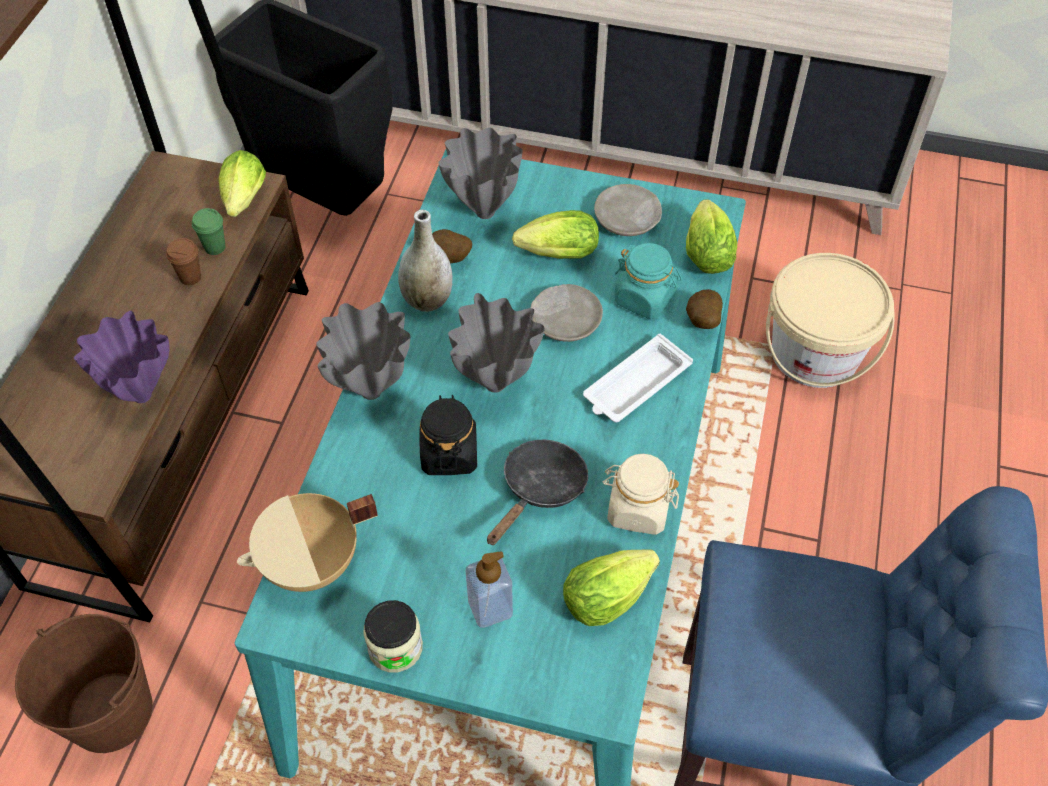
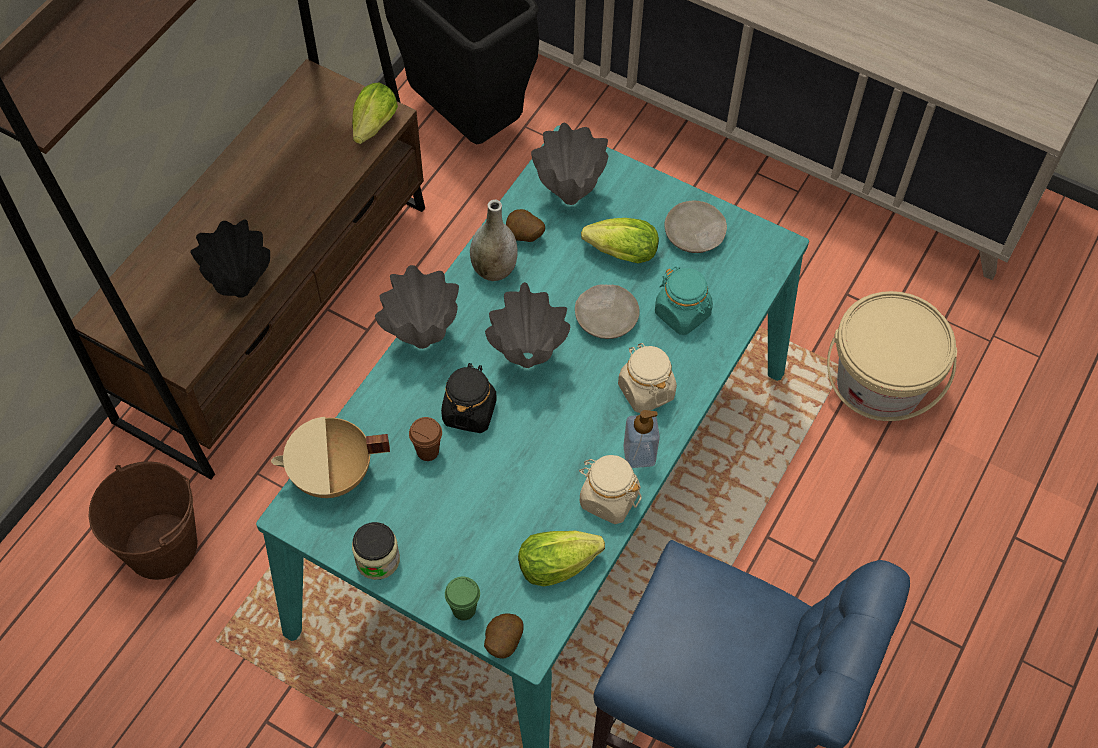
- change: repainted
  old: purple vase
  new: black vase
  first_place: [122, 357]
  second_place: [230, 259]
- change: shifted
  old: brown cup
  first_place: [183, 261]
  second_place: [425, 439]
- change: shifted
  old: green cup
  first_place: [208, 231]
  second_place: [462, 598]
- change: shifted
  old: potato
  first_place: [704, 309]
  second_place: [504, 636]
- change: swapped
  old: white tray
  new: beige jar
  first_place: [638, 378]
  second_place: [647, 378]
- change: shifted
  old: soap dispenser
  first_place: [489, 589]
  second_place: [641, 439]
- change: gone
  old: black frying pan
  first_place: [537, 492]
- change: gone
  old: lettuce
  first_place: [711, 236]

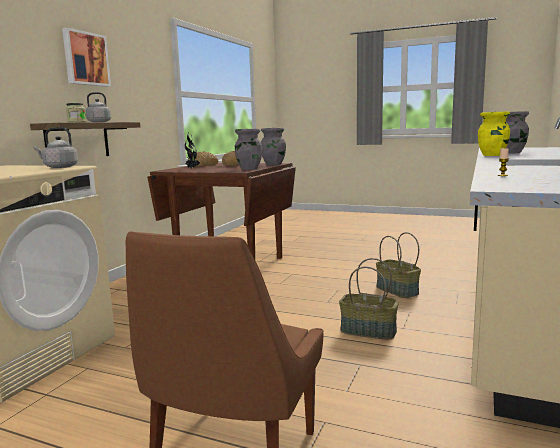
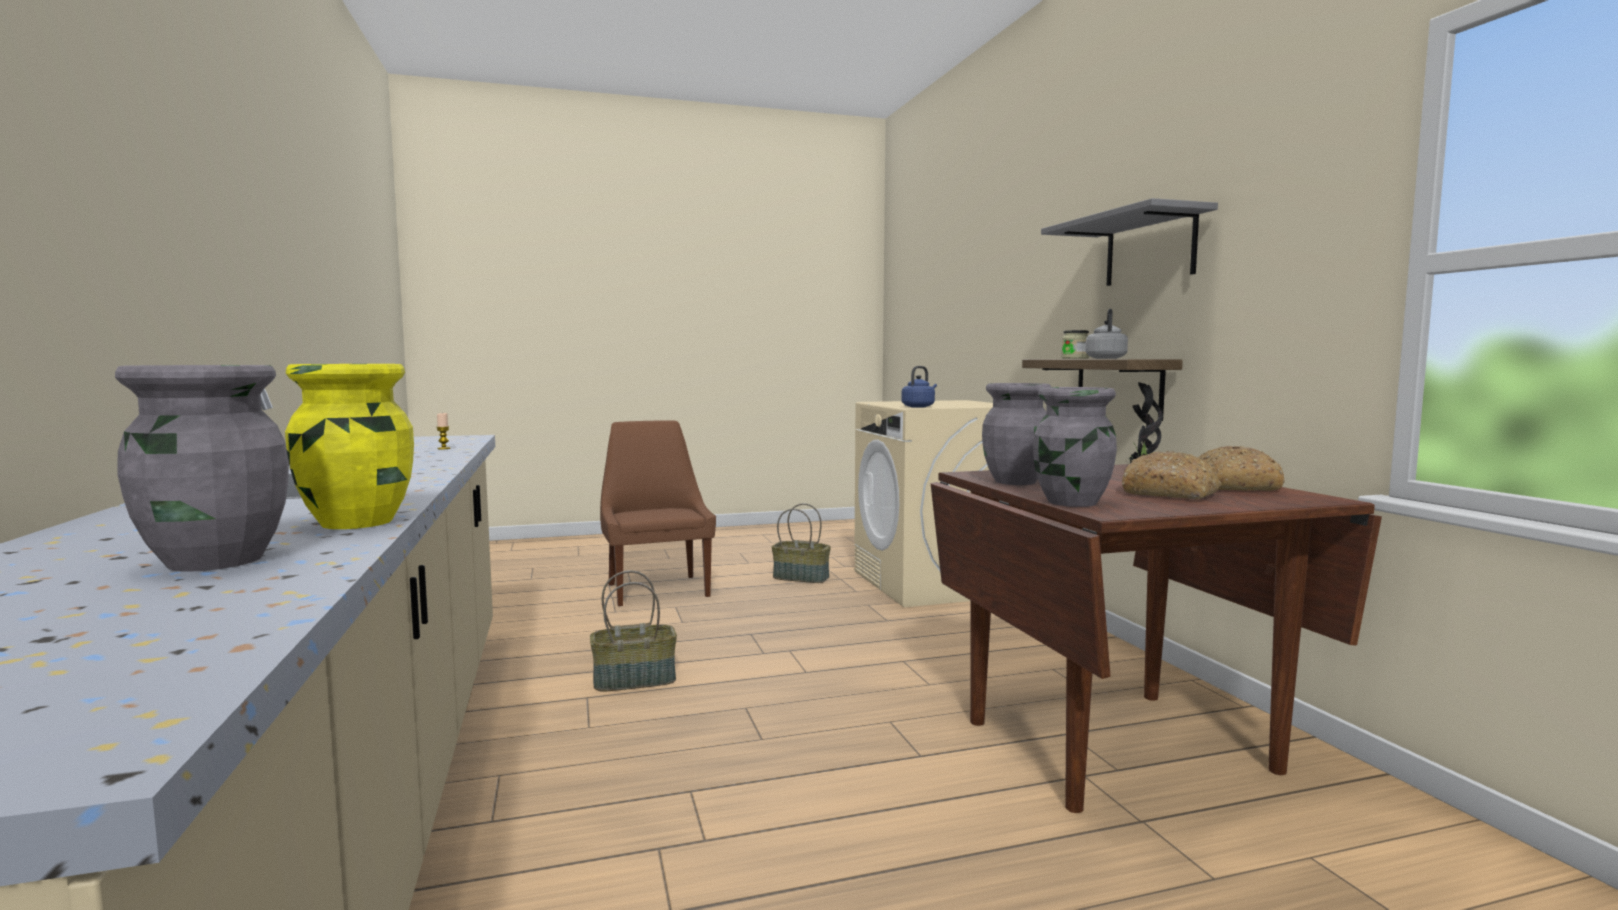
- change: shifted
  old: basket
  first_place: [398, 265]
  second_place: [801, 543]
- change: repainted
  old: grey kettle
  new: blue kettle
  first_place: [56, 147]
  second_place: [919, 387]
- change: swapped
  old: picture
  new: grey shelf
  first_place: [86, 57]
  second_place: [1129, 242]

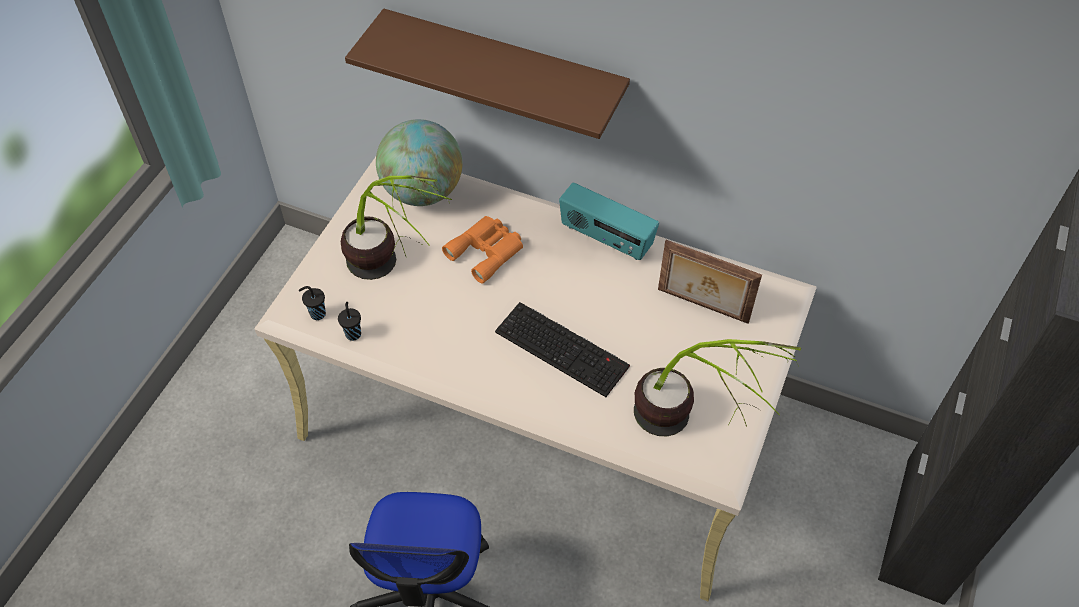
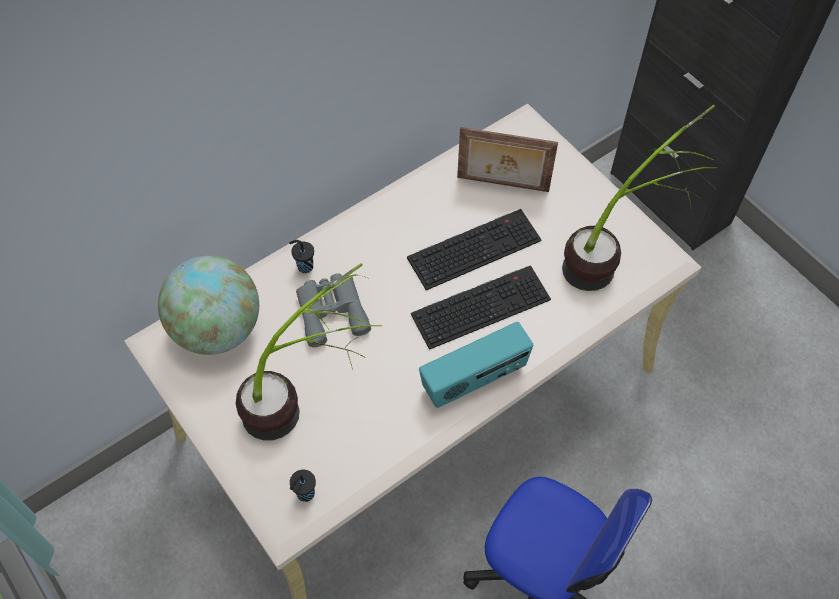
- change: shifted
  old: black cup
  first_place: [349, 321]
  second_place: [301, 256]
- change: repainted
  old: orange binoculars
  new: grey binoculars
  first_place: [482, 250]
  second_place: [333, 310]
- change: new
  new: keyboard
  second_place: [474, 249]
- change: shifted
  old: radio
  first_place: [609, 221]
  second_place: [476, 365]
- change: rotated
  old: picture frame
  first_place: [710, 282]
  second_place: [507, 159]
  degrees: 45
- change: gone
  old: brown shelf
  first_place: [487, 74]

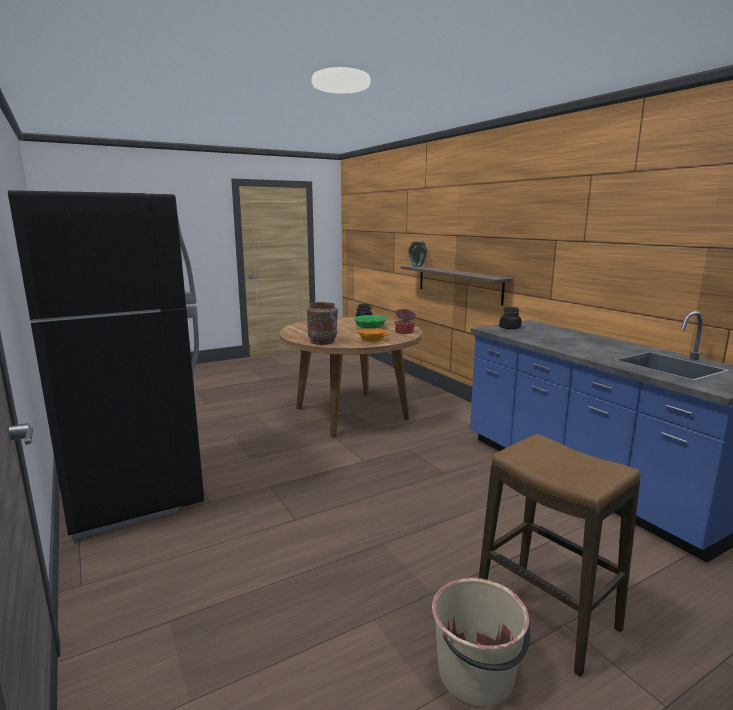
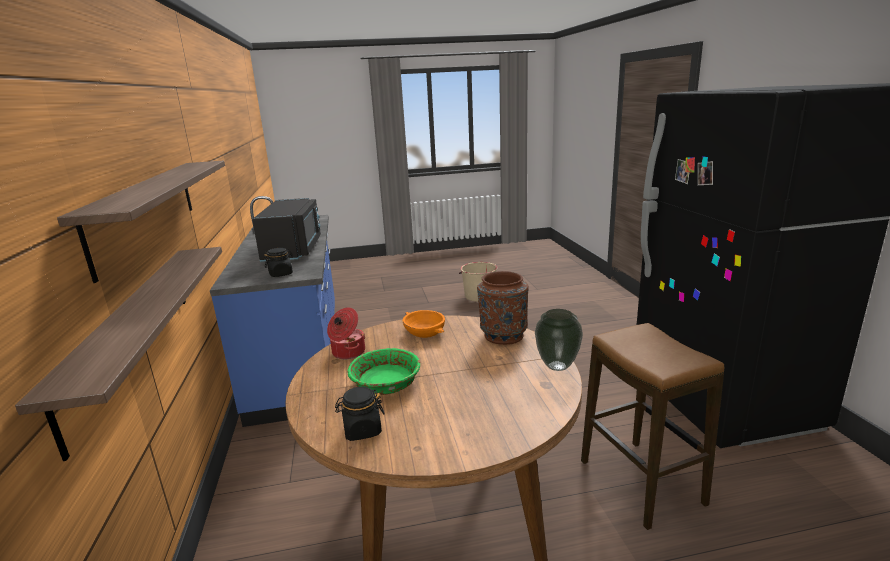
- change: new
  new: shelf
  second_place: [141, 221]
- change: new
  new: black microwave
  second_place: [286, 230]
- change: shifted
  old: vase
  first_place: [418, 254]
  second_place: [559, 340]
- change: shifted
  old: stool
  first_place: [560, 555]
  second_place: [652, 426]

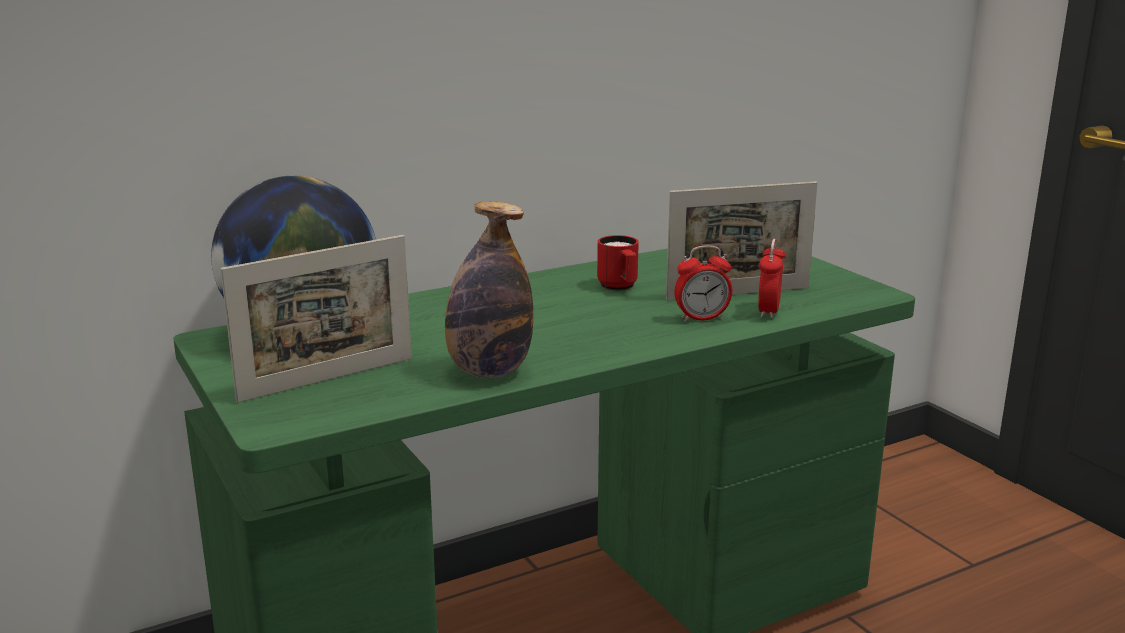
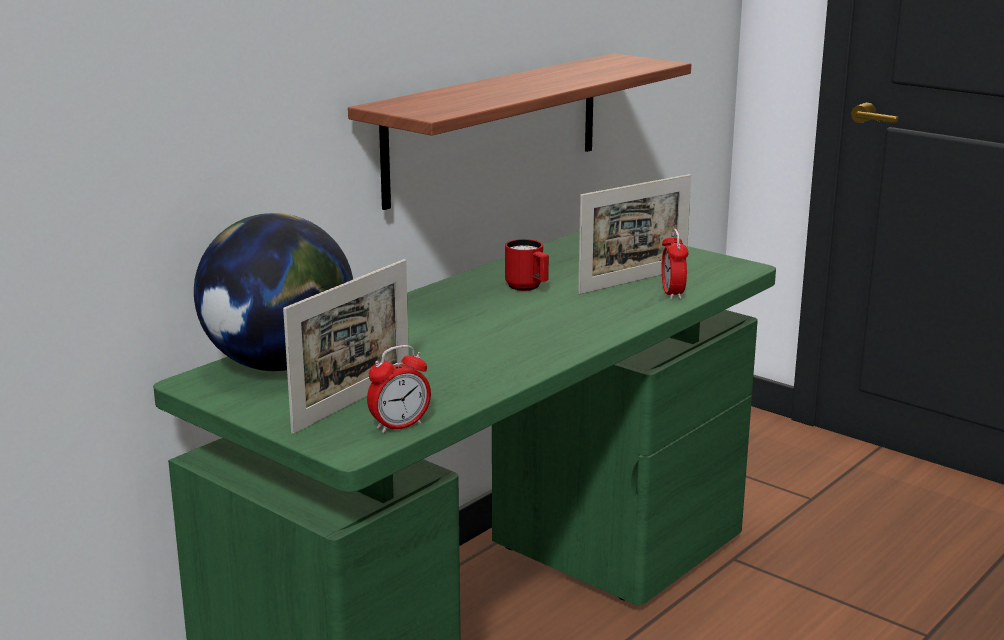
- change: new
  new: shelf
  second_place: [519, 132]
- change: shifted
  old: alarm clock
  first_place: [703, 283]
  second_place: [399, 389]
- change: gone
  old: bottle
  first_place: [489, 289]

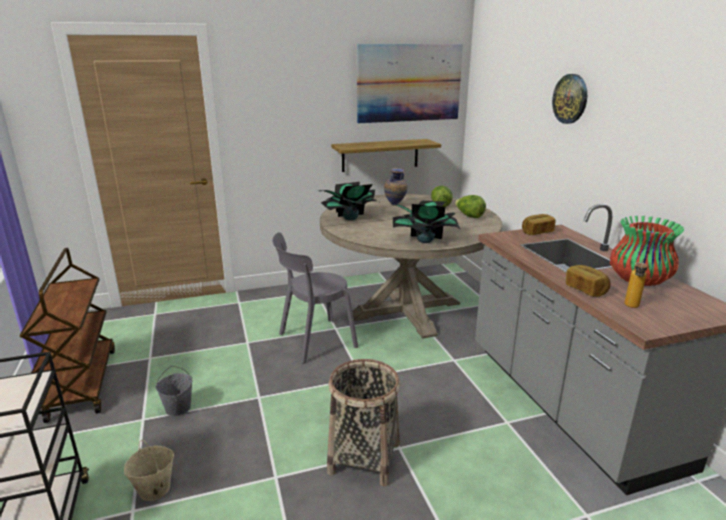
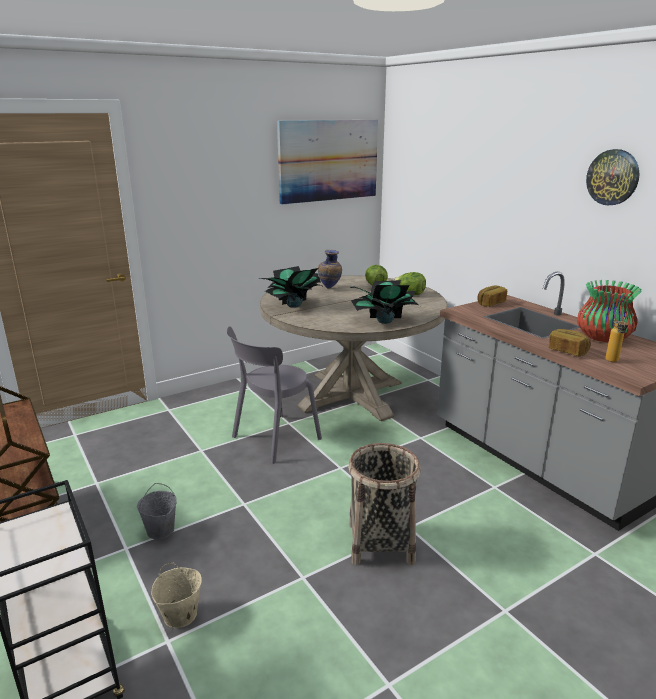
- change: shifted
  old: wall clock
  first_place: [569, 99]
  second_place: [612, 177]
- change: gone
  old: shelf
  first_place: [386, 155]

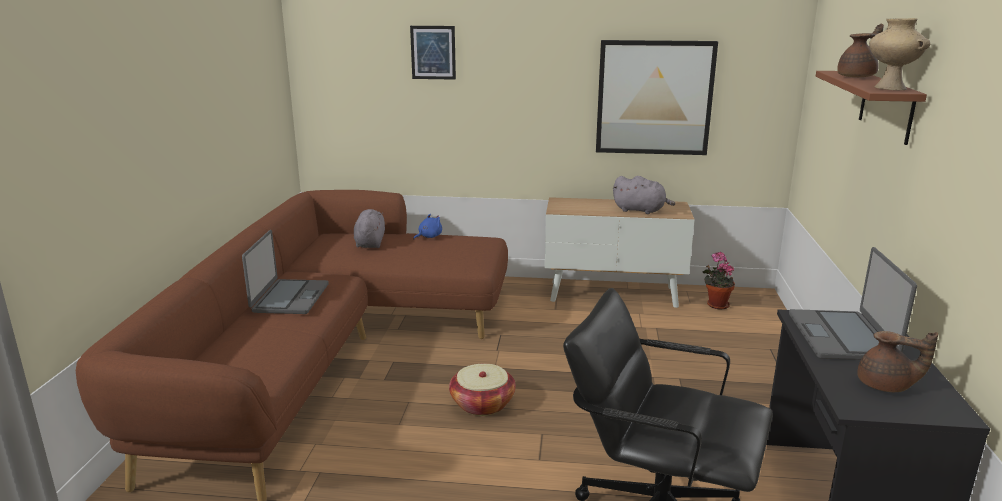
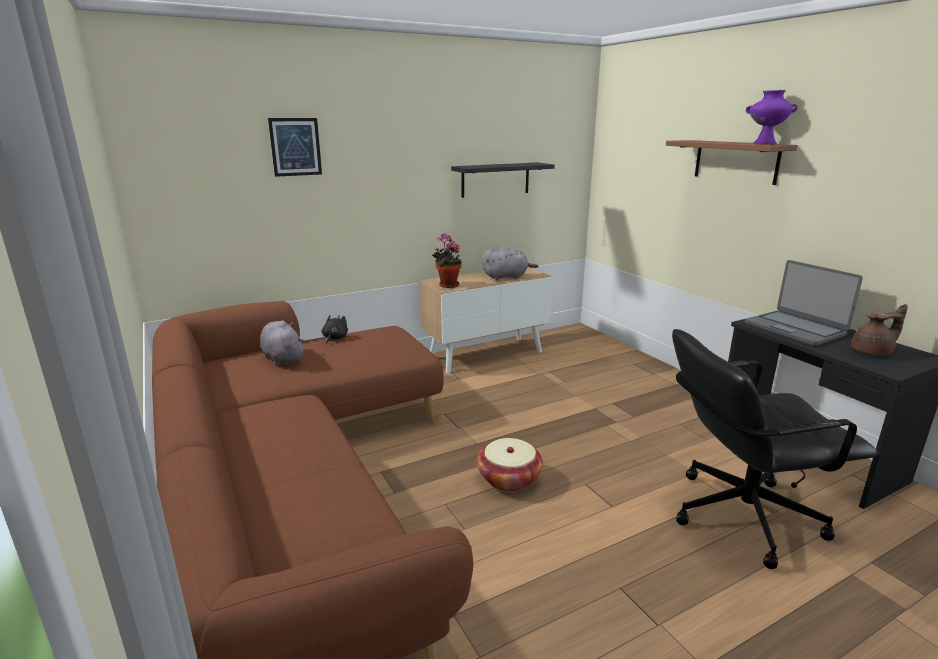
- change: repainted
  old: blue plush toy
  new: black plush toy
  first_place: [427, 227]
  second_place: [335, 329]
- change: shifted
  old: potted plant
  first_place: [718, 281]
  second_place: [447, 260]
- change: swapped
  old: picture
  new: black shelf
  first_place: [657, 97]
  second_place: [503, 180]
- change: repainted
  old: beige vase
  new: purple vase
  first_place: [899, 54]
  second_place: [772, 117]
- change: gone
  old: laptop
  first_place: [285, 272]
- change: gone
  old: brown teapot
  first_place: [860, 50]

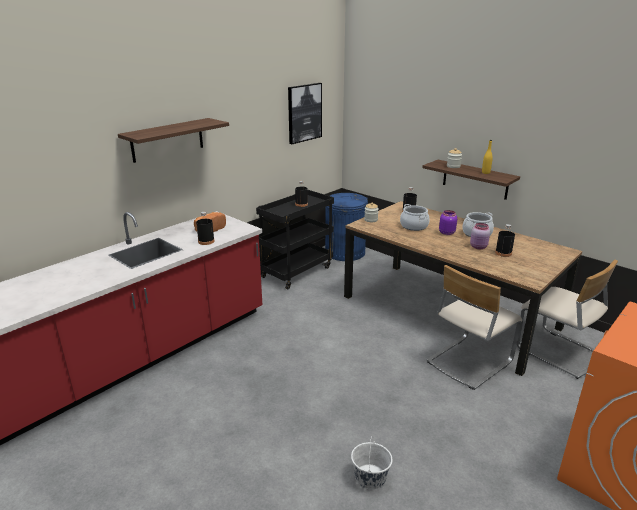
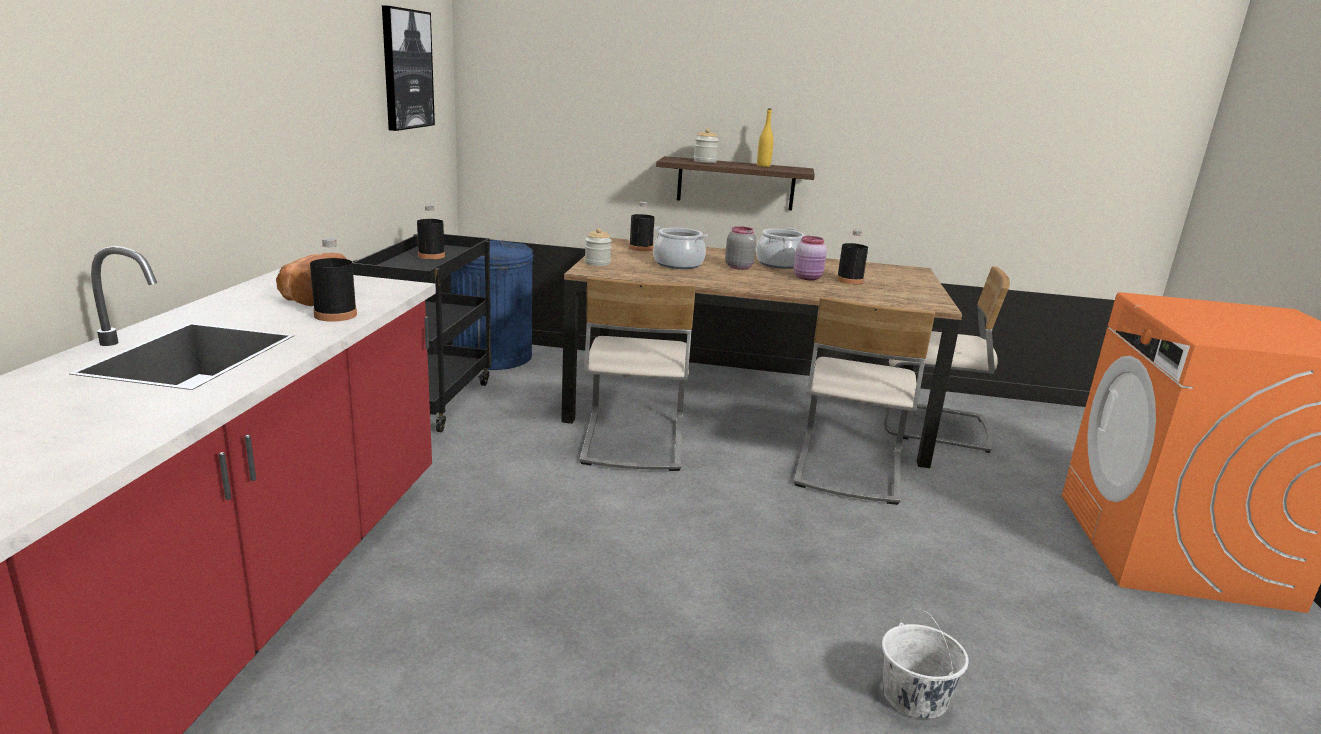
- change: new
  new: beige chair
  second_place: [638, 374]
- change: repainted
  old: purple jar
  new: grey jar
  first_place: [448, 222]
  second_place: [740, 248]
- change: gone
  old: shelf
  first_place: [173, 140]

